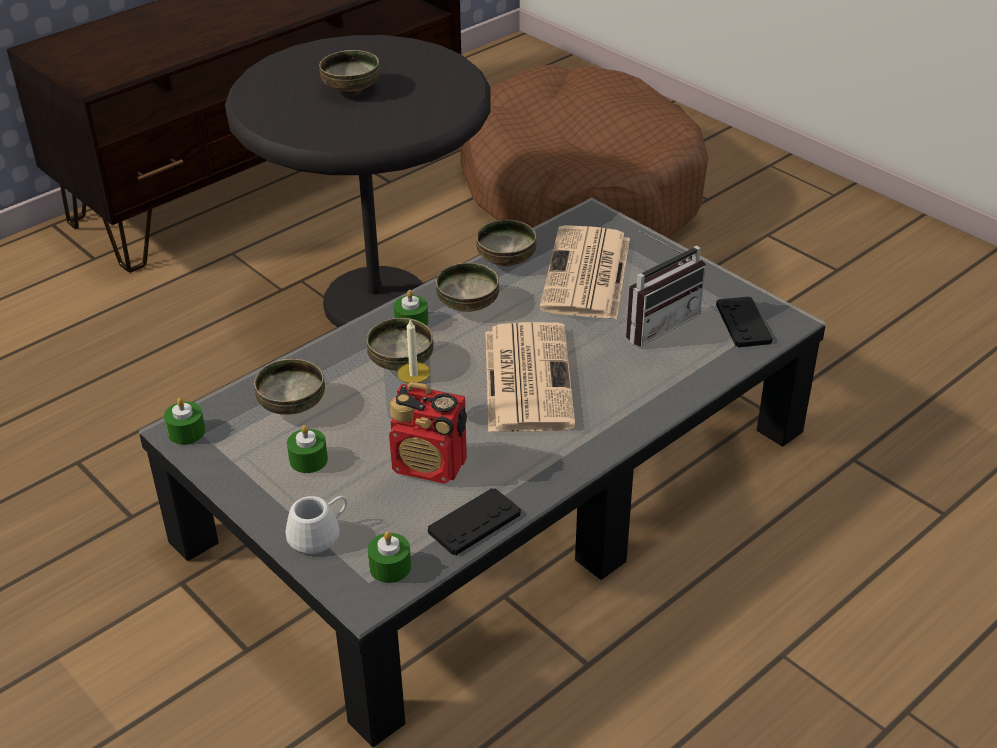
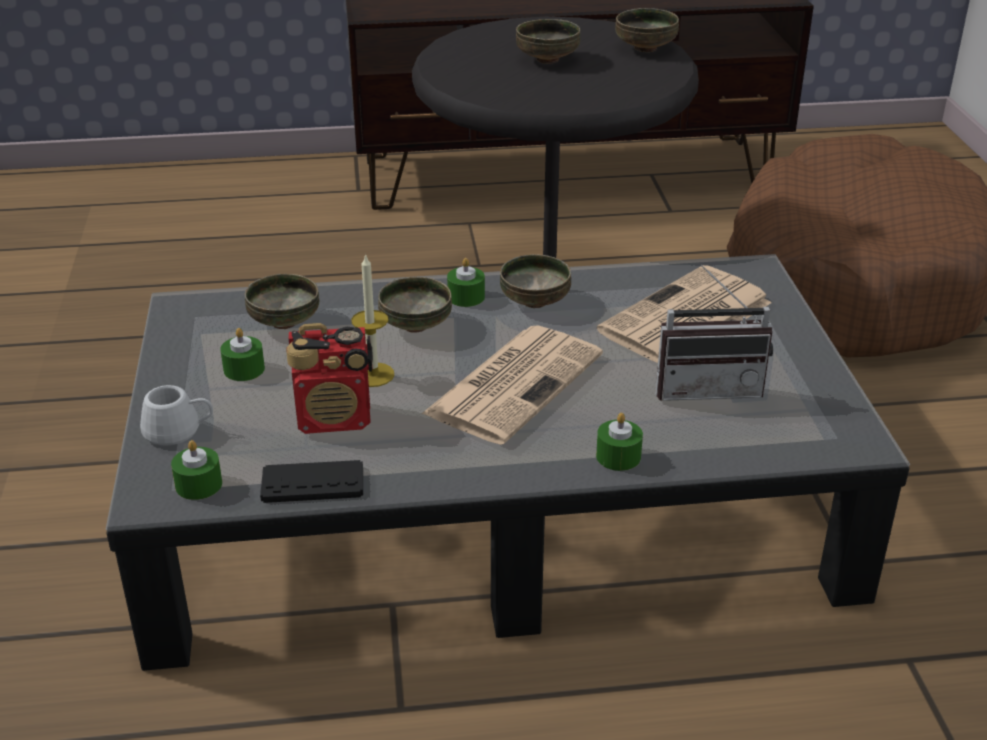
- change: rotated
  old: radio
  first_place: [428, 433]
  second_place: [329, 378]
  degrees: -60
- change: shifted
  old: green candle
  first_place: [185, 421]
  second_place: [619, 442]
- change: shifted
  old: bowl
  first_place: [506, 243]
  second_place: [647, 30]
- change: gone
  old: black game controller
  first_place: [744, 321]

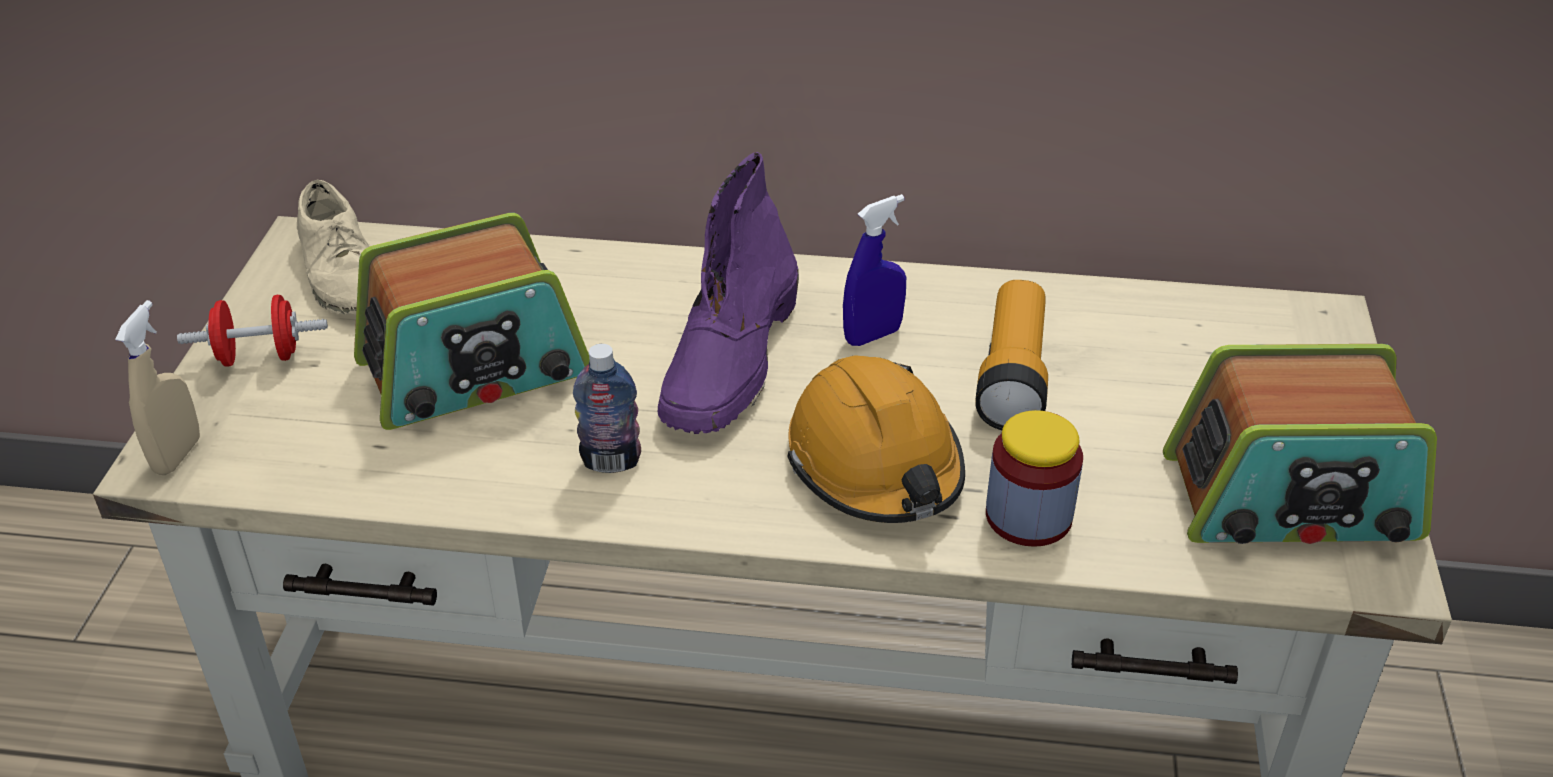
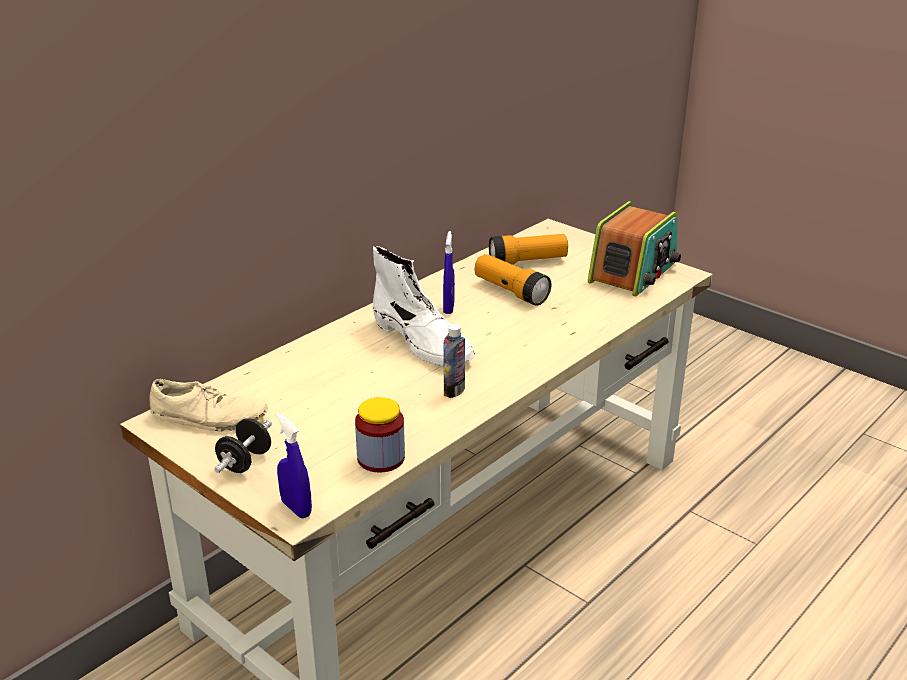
- change: repainted
  old: red dumbbell
  new: black dumbbell
  first_place: [252, 331]
  second_place: [243, 445]
- change: repainted
  old: beige spray bottle
  new: blue spray bottle
  first_place: [157, 387]
  second_place: [294, 465]
- change: shifted
  old: jar
  first_place: [1034, 478]
  second_place: [380, 435]
- change: repainted
  old: purple boot
  new: white boot
  first_place: [728, 293]
  second_place: [424, 306]
- change: new
  new: flashlight
  second_place: [528, 249]
- change: gone
  old: radio
  first_place: [472, 321]
- change: gone
  old: orange hard hat
  first_place: [876, 439]

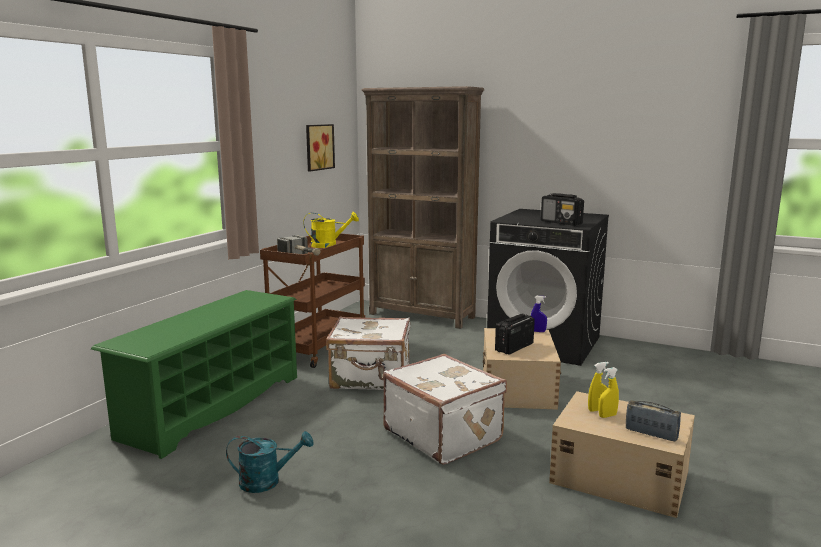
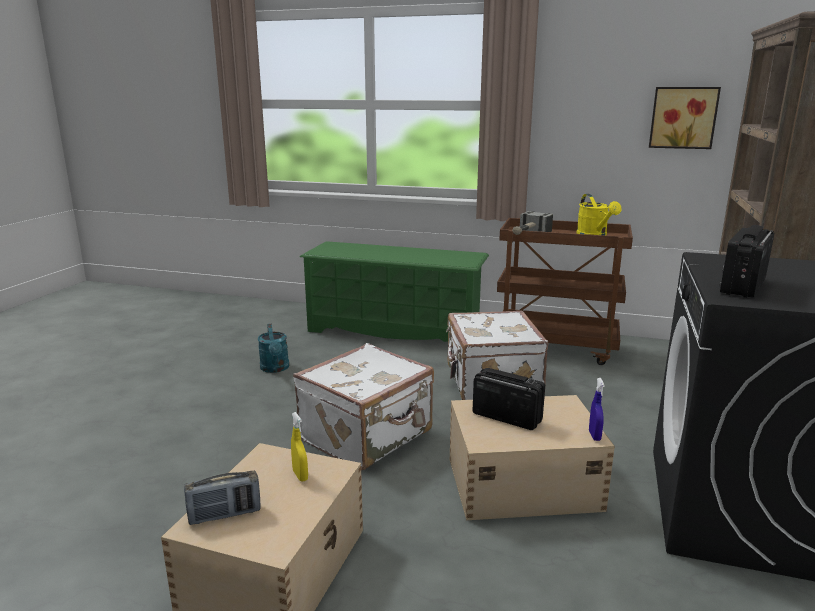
- change: rotated
  old: radio
  first_place: [653, 421]
  second_place: [222, 498]
  degrees: 45
- change: gone
  old: yellow spray bottle
  first_place: [609, 392]

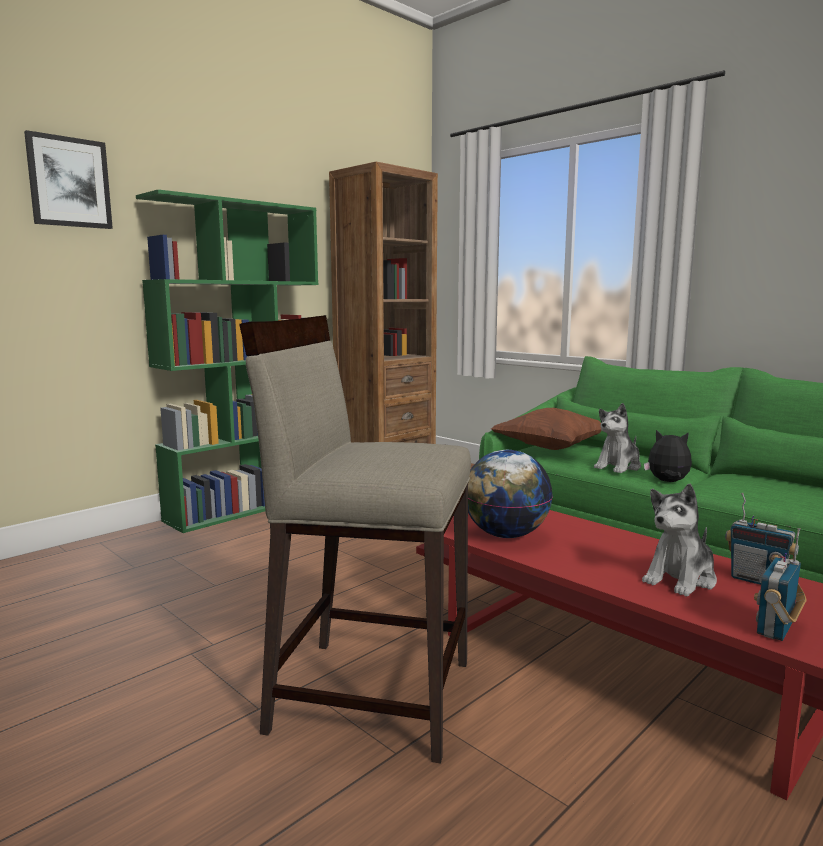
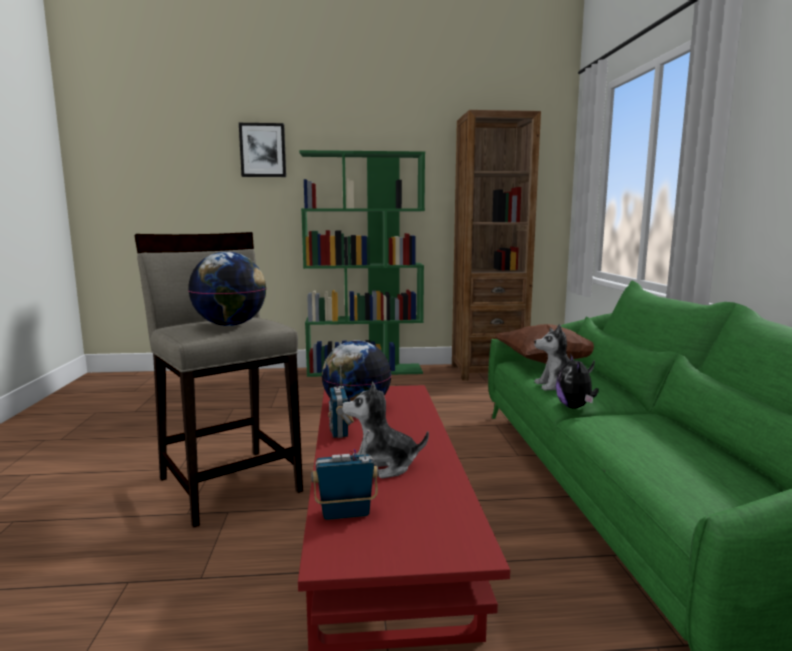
- change: new
  new: globe
  second_place: [227, 289]
- change: shifted
  old: radio
  first_place: [762, 539]
  second_place: [341, 402]
- change: rotated
  old: plush toy
  first_place: [668, 456]
  second_place: [577, 381]
  degrees: -150

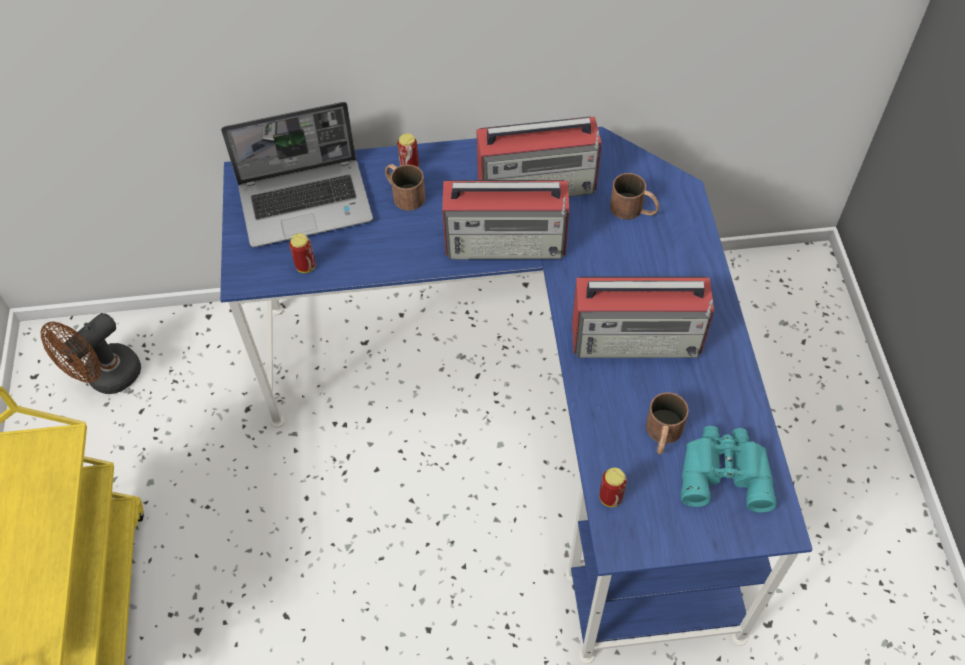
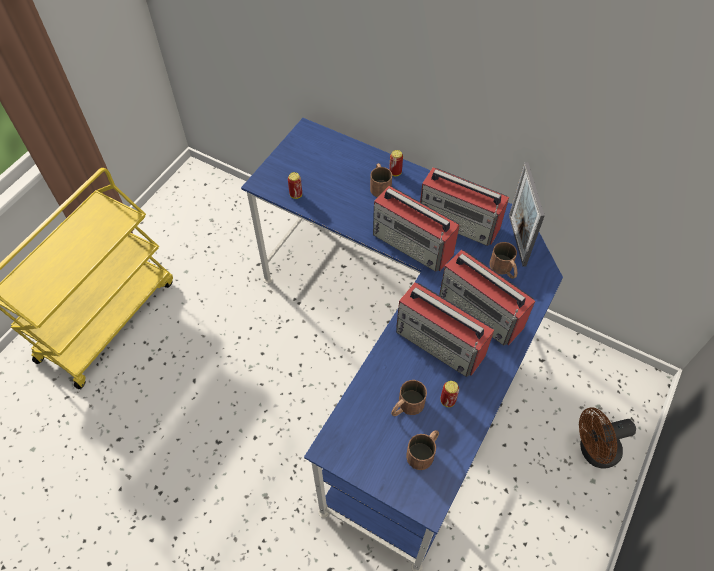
- change: swapped
  old: turquoise binoculars
  new: brown mug
  first_place: [729, 469]
  second_place: [422, 450]
- change: new
  new: radio
  second_place: [487, 298]
- change: shifted
  old: can
  first_place: [613, 487]
  second_place: [449, 394]
- change: new
  new: picture frame
  second_place: [527, 214]
- change: shifted
  old: brown fan
  first_place: [91, 353]
  second_place: [607, 438]
- change: gone
  old: laptop
  first_place: [297, 174]

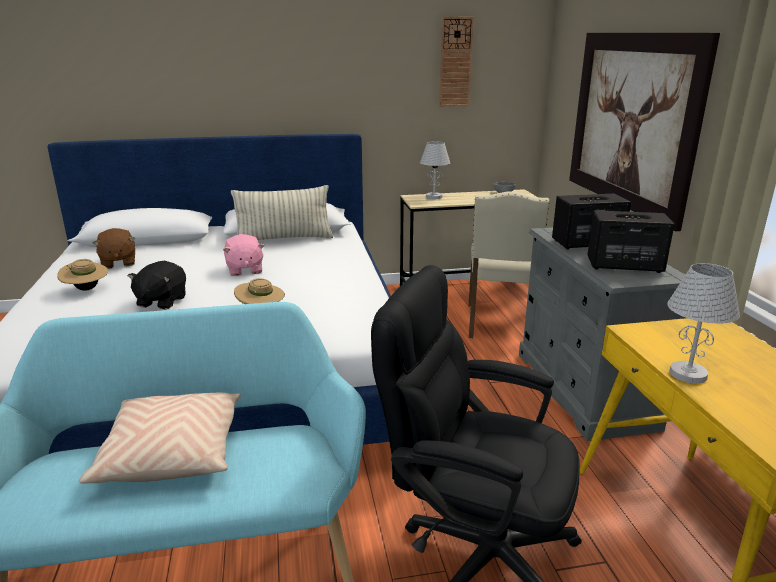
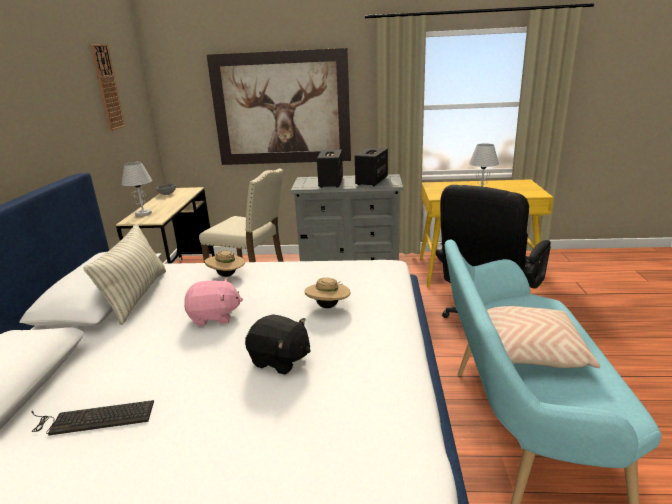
- change: swapped
  old: brown plush toy
  new: keyboard
  first_place: [113, 248]
  second_place: [92, 417]
- change: shifted
  old: beige hat
  first_place: [82, 274]
  second_place: [225, 263]

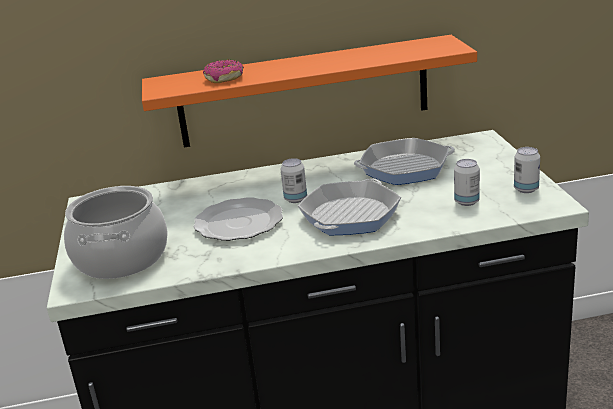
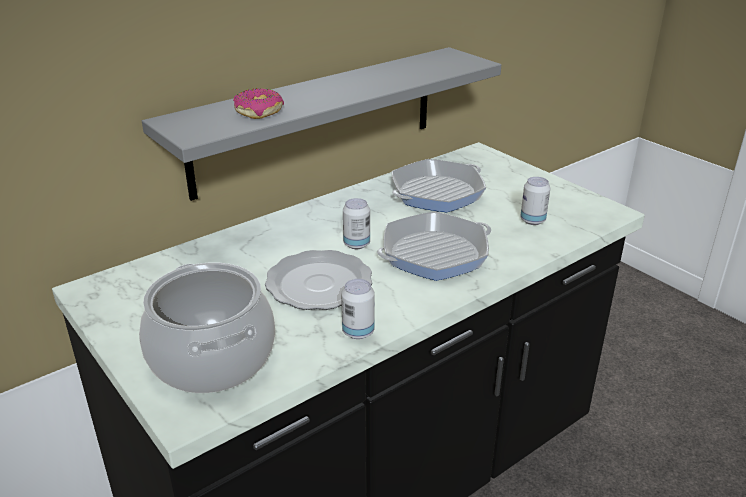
- change: repainted
  old: orange shelf
  new: grey shelf
  first_place: [309, 91]
  second_place: [321, 124]
- change: shifted
  old: can
  first_place: [527, 170]
  second_place: [358, 309]
- change: rotated
  old: frying pan
  first_place: [349, 206]
  second_place: [434, 246]
  degrees: 60

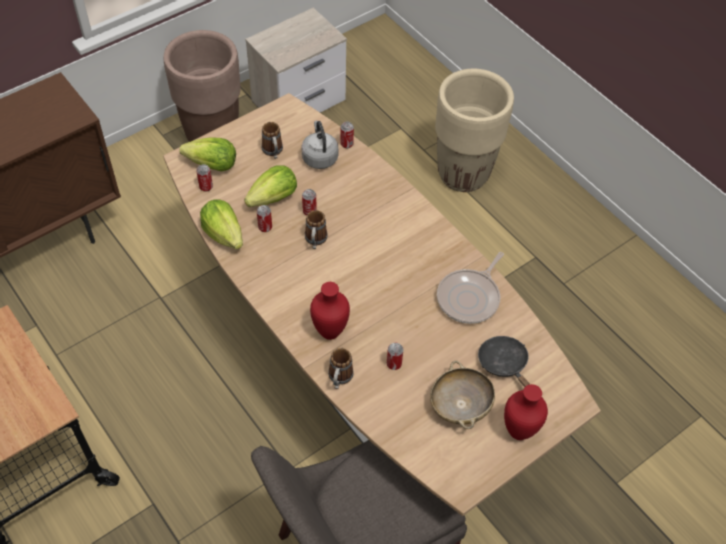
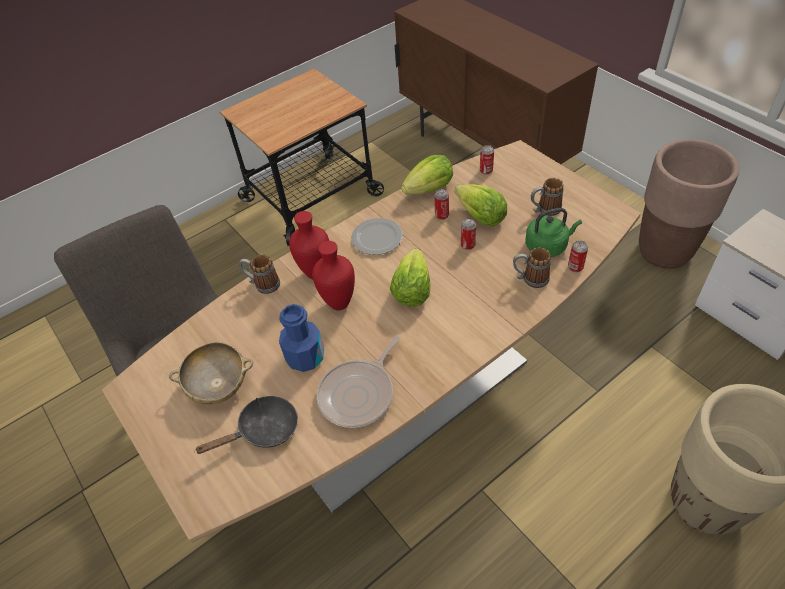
- change: new
  new: blue bottle
  second_place: [301, 338]
- change: shifted
  old: red vase
  first_place: [526, 412]
  second_place: [333, 275]
- change: rotated
  old: frying pan
  first_place: [470, 288]
  second_place: [358, 382]
  degrees: -90
- change: new
  new: plate
  second_place: [377, 236]
- change: shifted
  old: lettuce
  first_place: [207, 154]
  second_place: [410, 277]
- change: shifted
  old: mug
  first_place: [316, 229]
  second_place: [532, 267]
- change: repainted
  old: grey kettle
  new: green kettle
  first_place: [319, 145]
  second_place: [553, 232]
- change: gone
  old: can
  first_place: [395, 356]

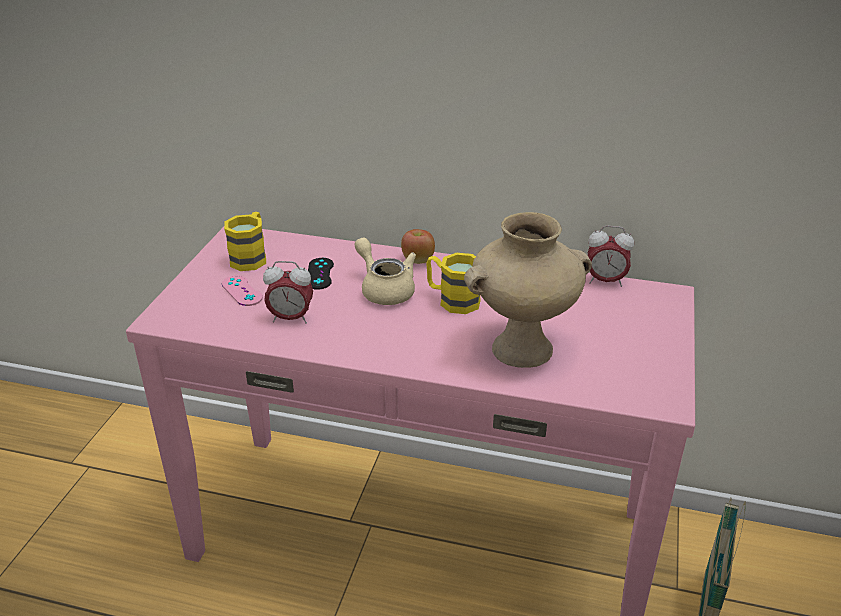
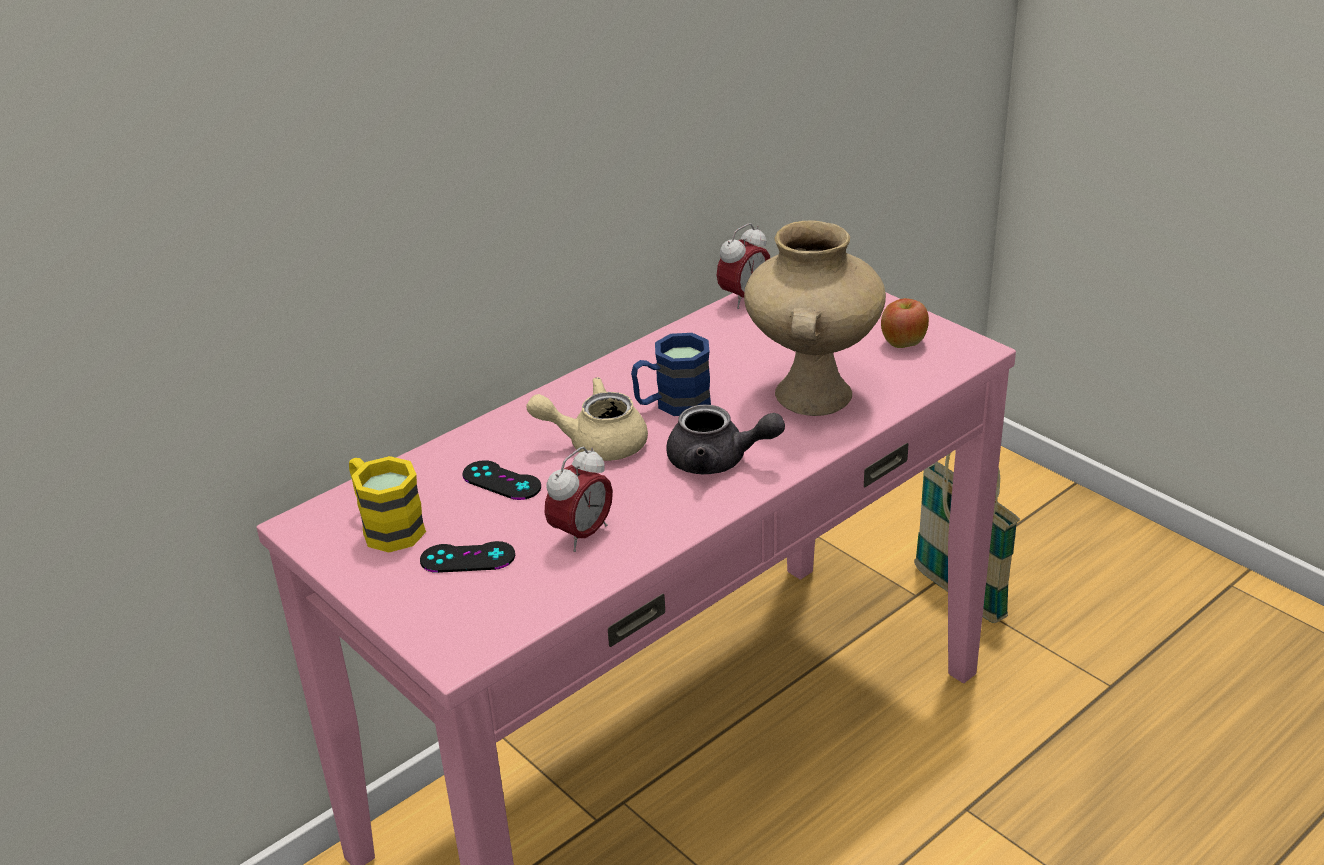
- change: repainted
  old: pink game controller
  new: black game controller
  first_place: [242, 290]
  second_place: [467, 557]
- change: repainted
  old: yellow mug
  new: blue mug
  first_place: [453, 283]
  second_place: [671, 374]
- change: new
  new: grey teapot
  second_place: [725, 439]
- change: shifted
  old: apple
  first_place: [418, 246]
  second_place: [905, 323]

